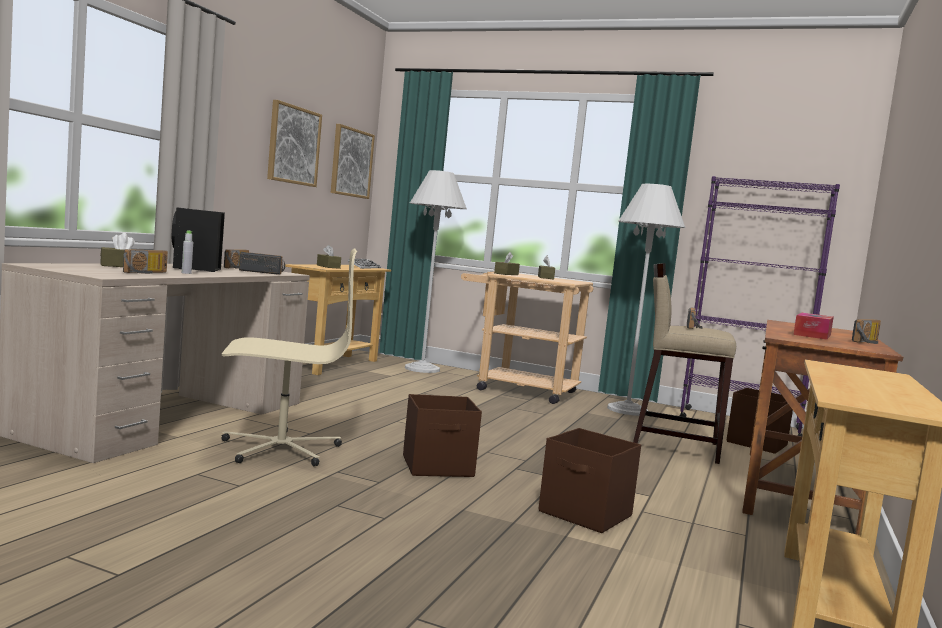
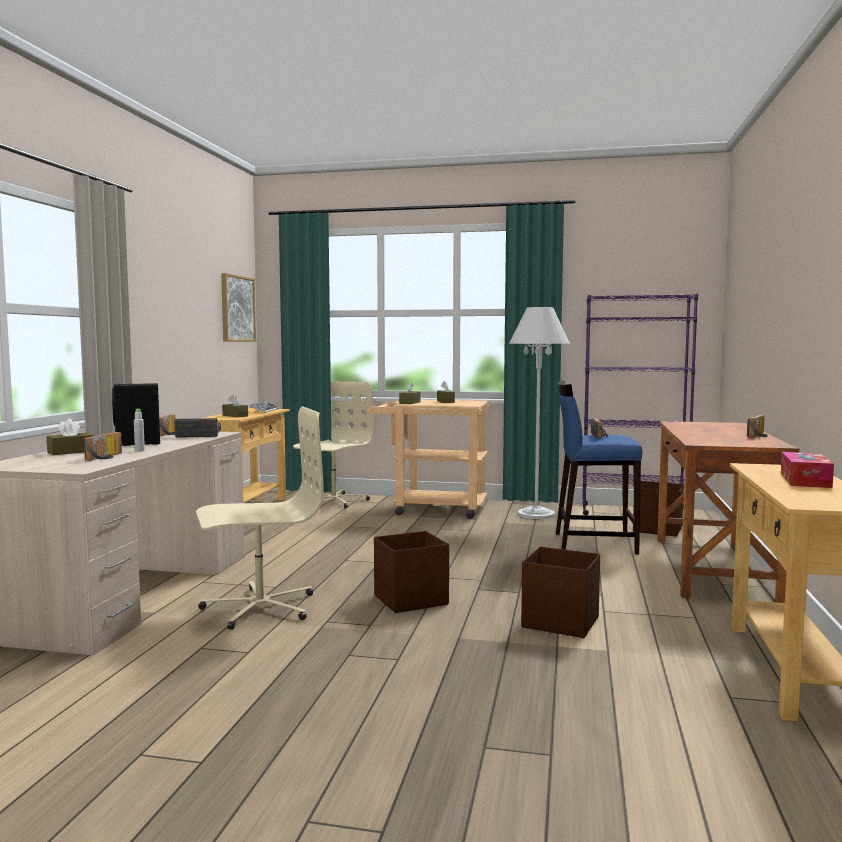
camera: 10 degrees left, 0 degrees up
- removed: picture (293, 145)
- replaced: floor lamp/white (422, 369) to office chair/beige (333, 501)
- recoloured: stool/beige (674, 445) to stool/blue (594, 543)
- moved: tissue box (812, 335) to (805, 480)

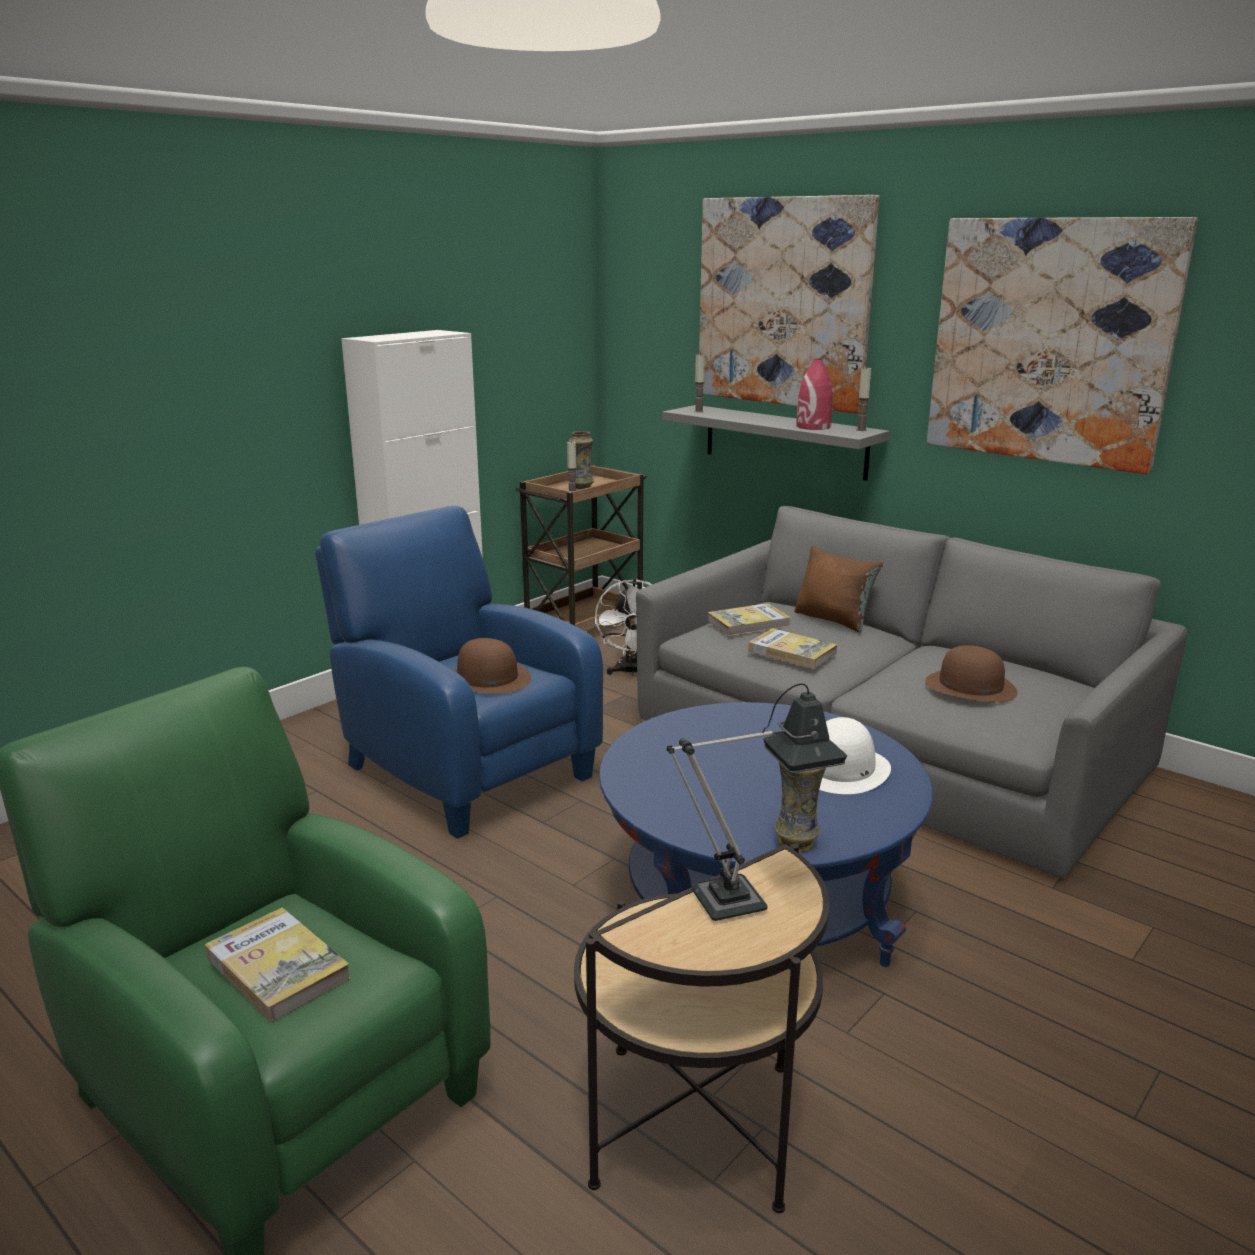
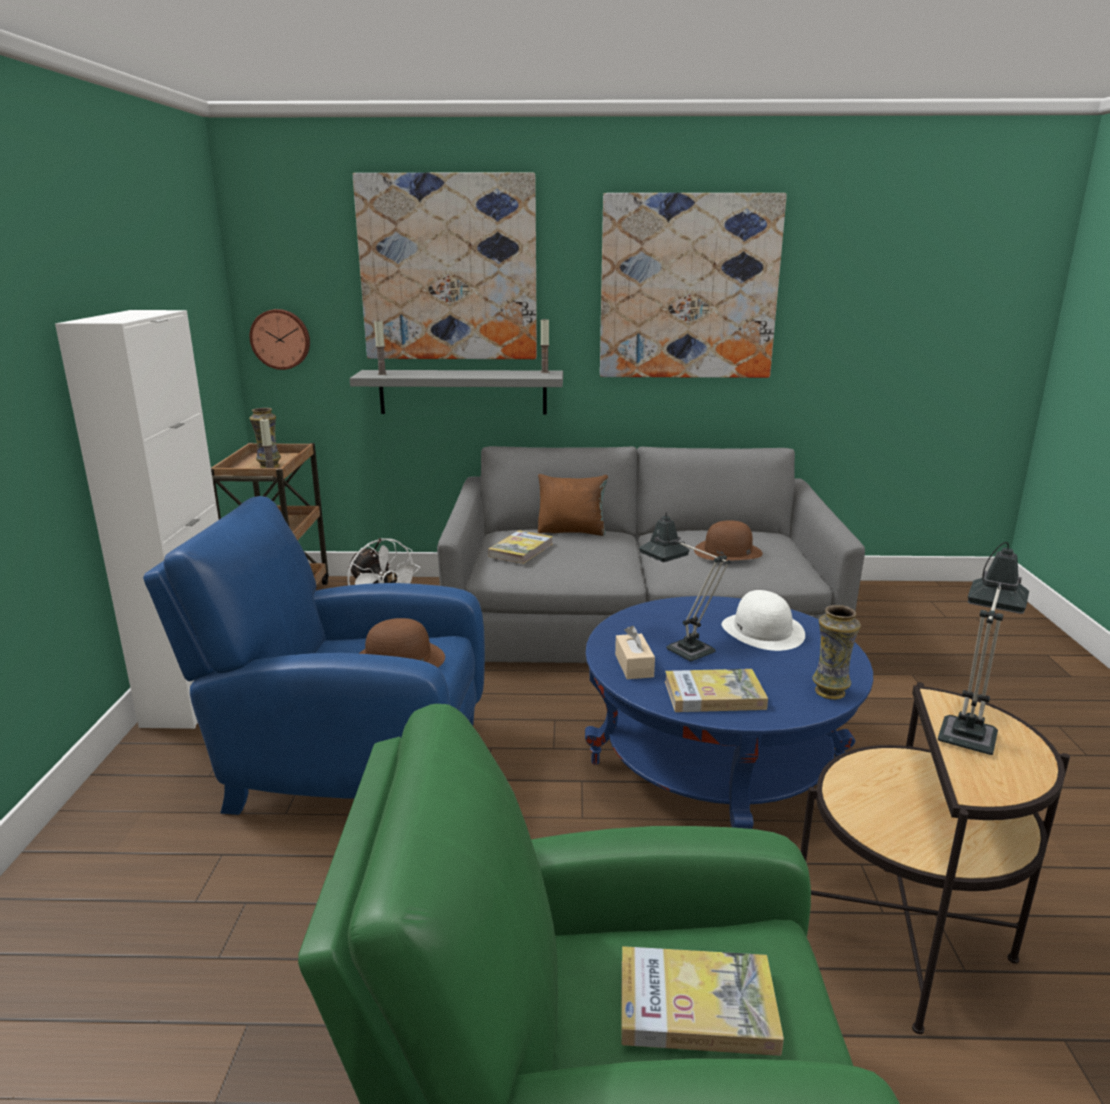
camera: 40 degrees left, 0 degrees up
- removed: vase/red (813, 426)
- moved: book (792, 652) to (714, 695)
- added: wall clock (281, 339)
- added: table lamp (682, 647)
- added: tissue box/beige (634, 666)

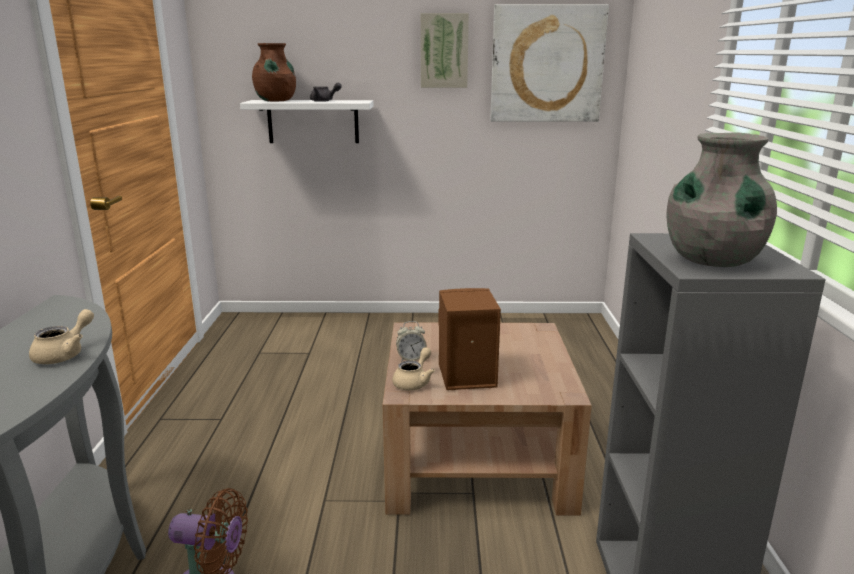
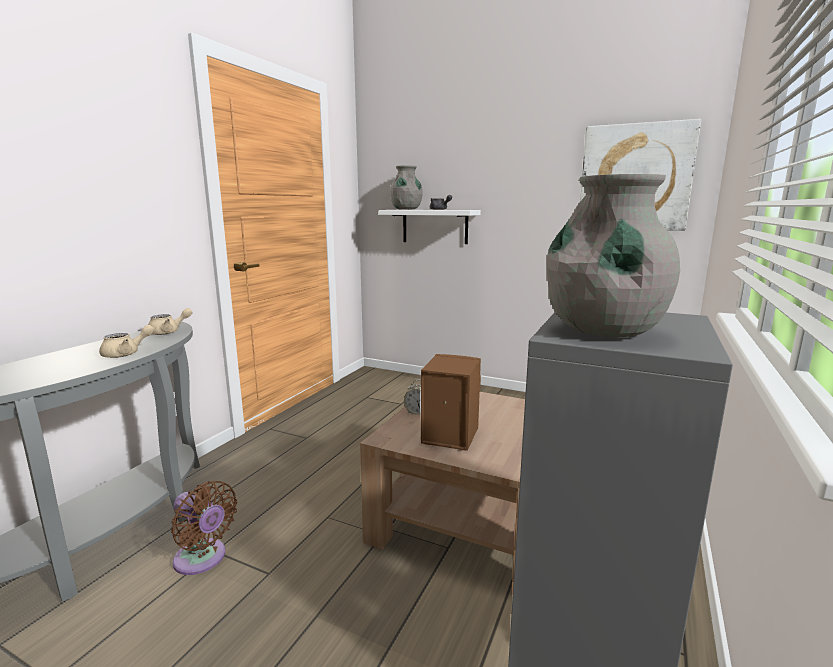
camera: 25 degrees right, 5 degrees down
- removed: picture (444, 51)
- recoloured: vase/brown (276, 101) to vase/grey (406, 209)
- moved: teapot/beige (414, 382) to (168, 332)

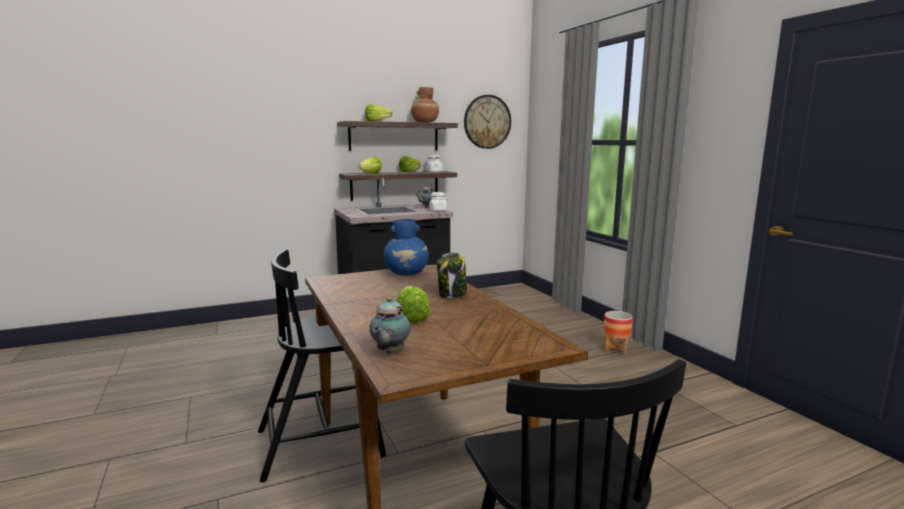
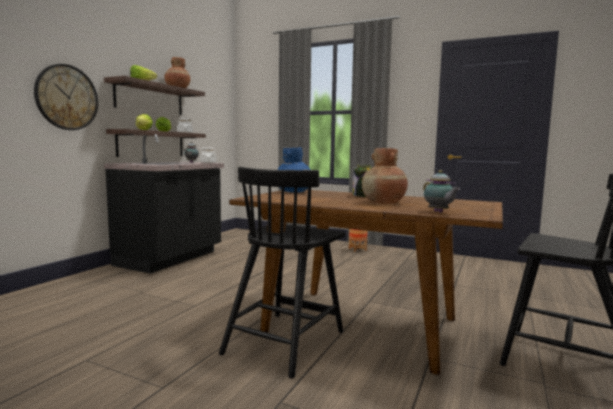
camera: 40 degrees left, 5 degrees down
- moved: wall clock (487, 122) to (67, 97)
- replaced: lettuce (412, 315) to vase/brown (383, 202)

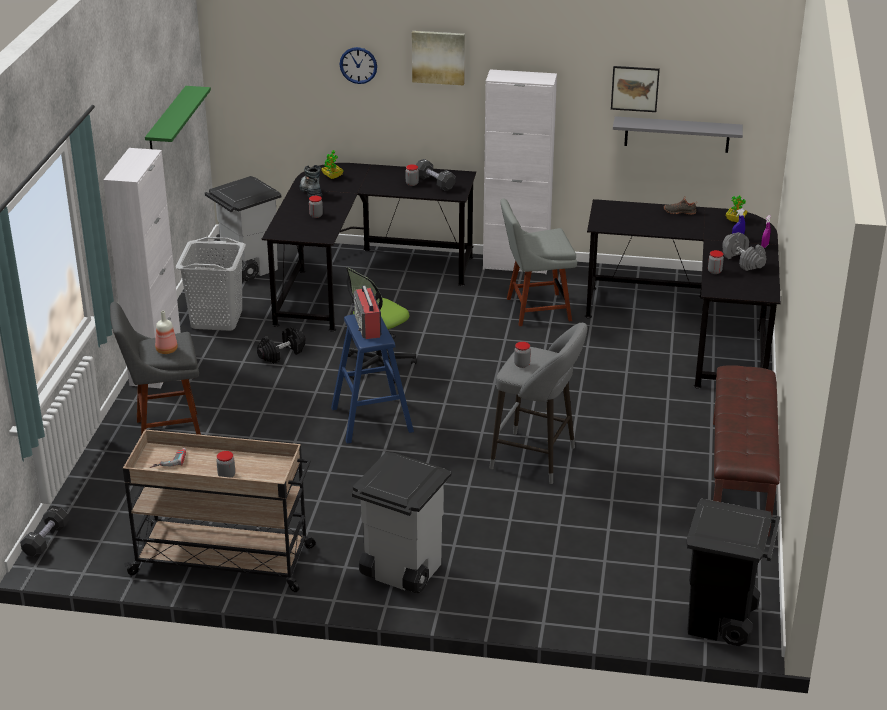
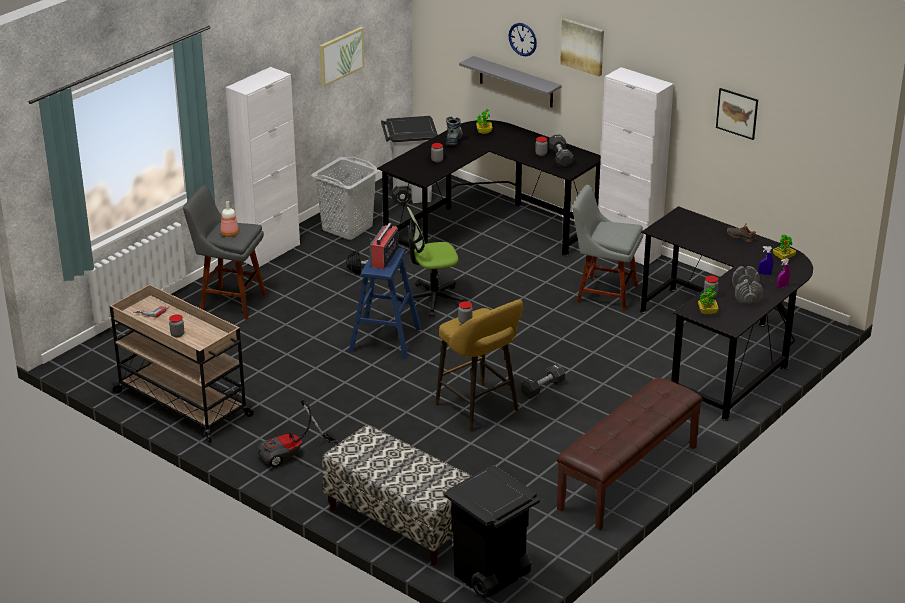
camera: 30 degrees right, 0 degrees up
- replaced: shelf/green (167, 125) to picture (341, 56)
- moved: shelf/grey (677, 134) to (516, 82)
- recoloured: stool/grey (538, 459) to stool/yellow (479, 409)
- replaced: trash can/grey (400, 571) to vacuum cleaner (294, 455)
- moved: dumbbell/black (46, 540) to (542, 388)
- added: potted plant (707, 312)
- added: bench (399, 521)

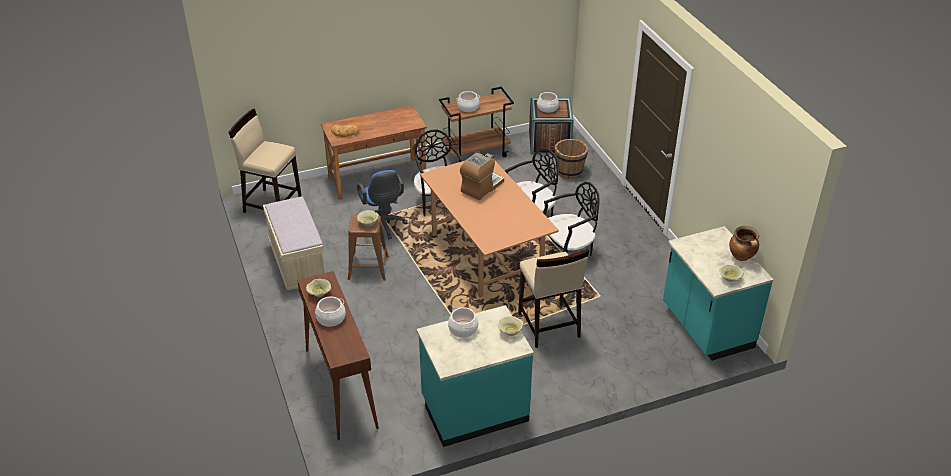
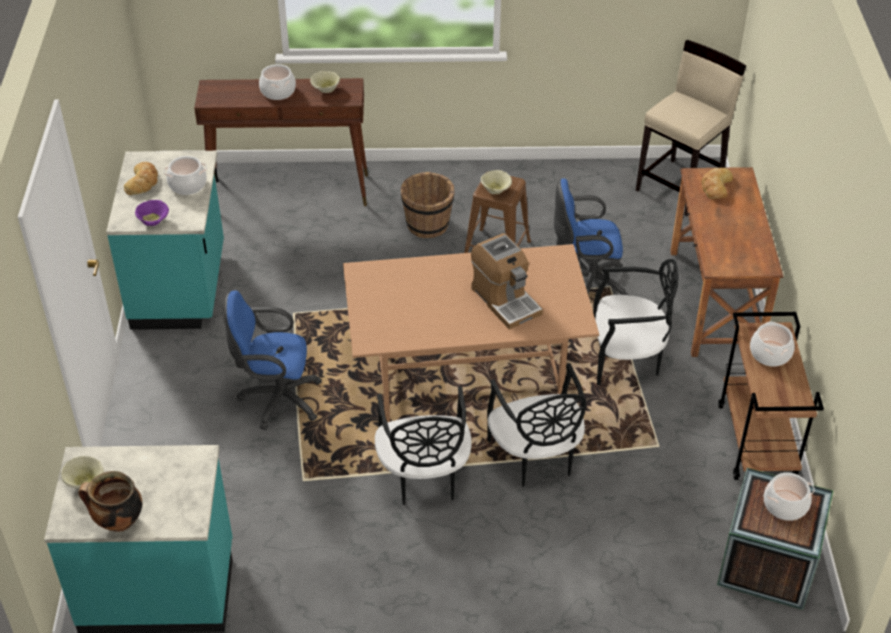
camera: 110 degrees right, 5 degrees up
- moved: bucket/brown (569, 171) to (427, 225)
- removed: bench/beige (297, 263)
- replaced: stool/beige (548, 326) to office chair/blue (276, 399)
- recoloured: bowl/beige (510, 331) to bowl/purple (154, 221)
- added: bread (143, 182)

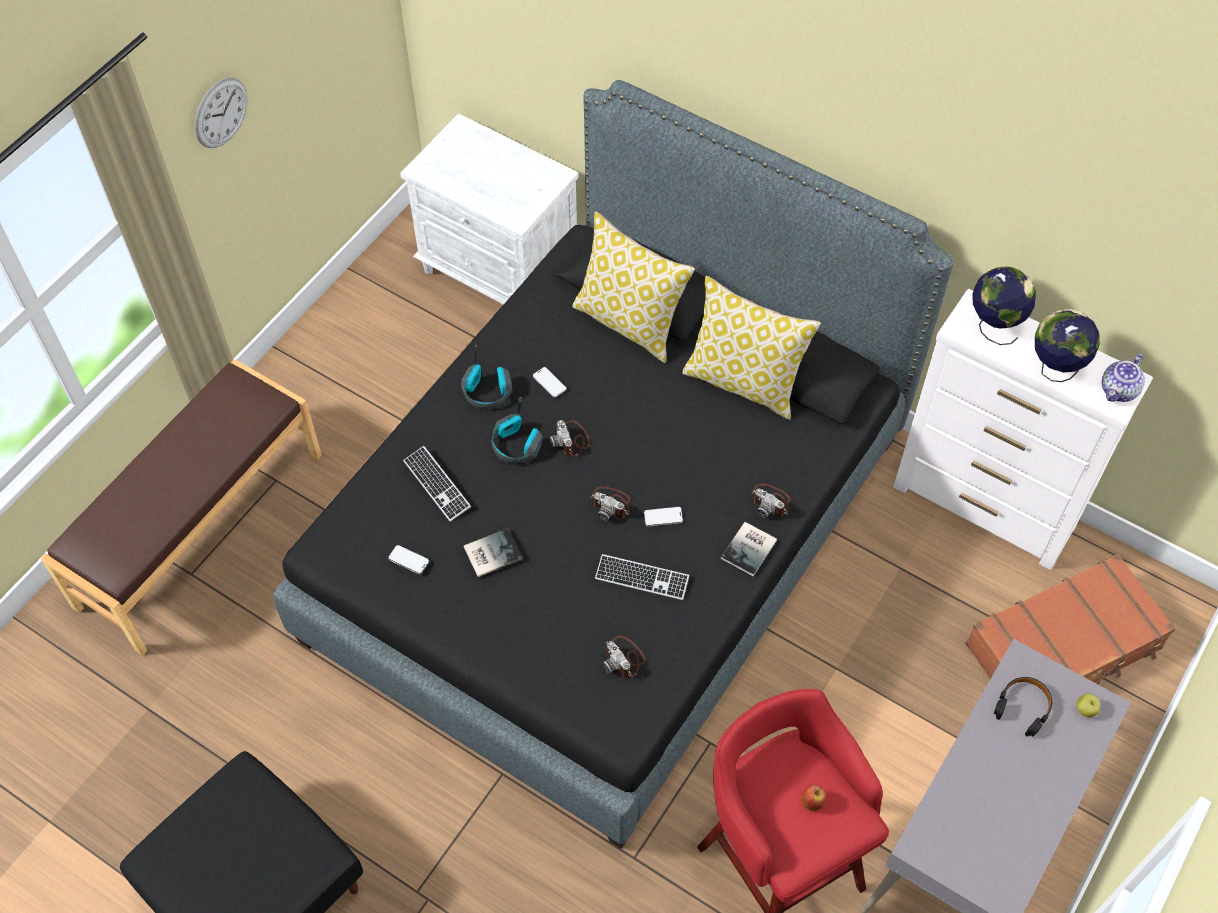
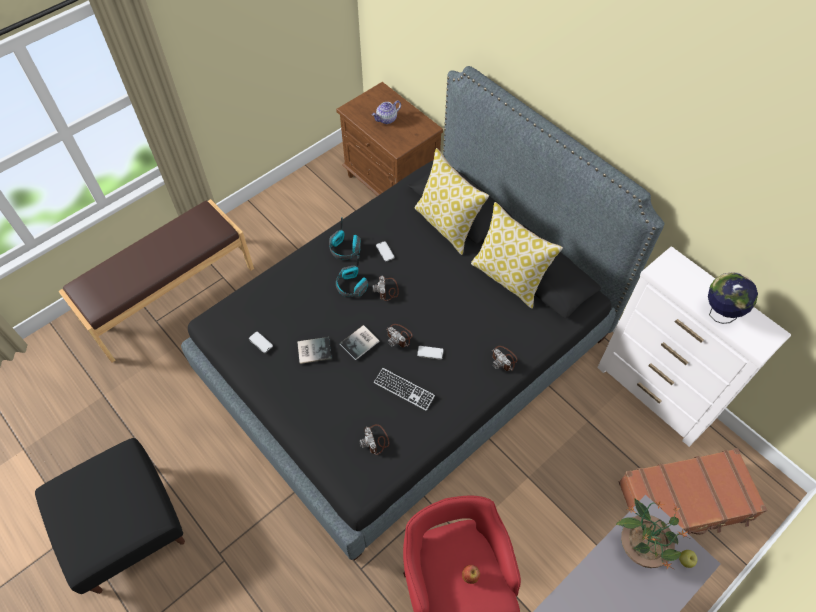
camera: 15 degrees right, 0 degrees up
- removed: wall clock (221, 113)
- recoloured: nightstand/white (500, 272) to nightstand/brown (392, 185)
- removed: globe (993, 326)
- moved: teapot (1119, 390) to (386, 119)
- removed: keyboard (437, 485)
- moved: book (751, 549) to (361, 343)
- replaced: headphones/black (1023, 707) to potted plant (640, 546)

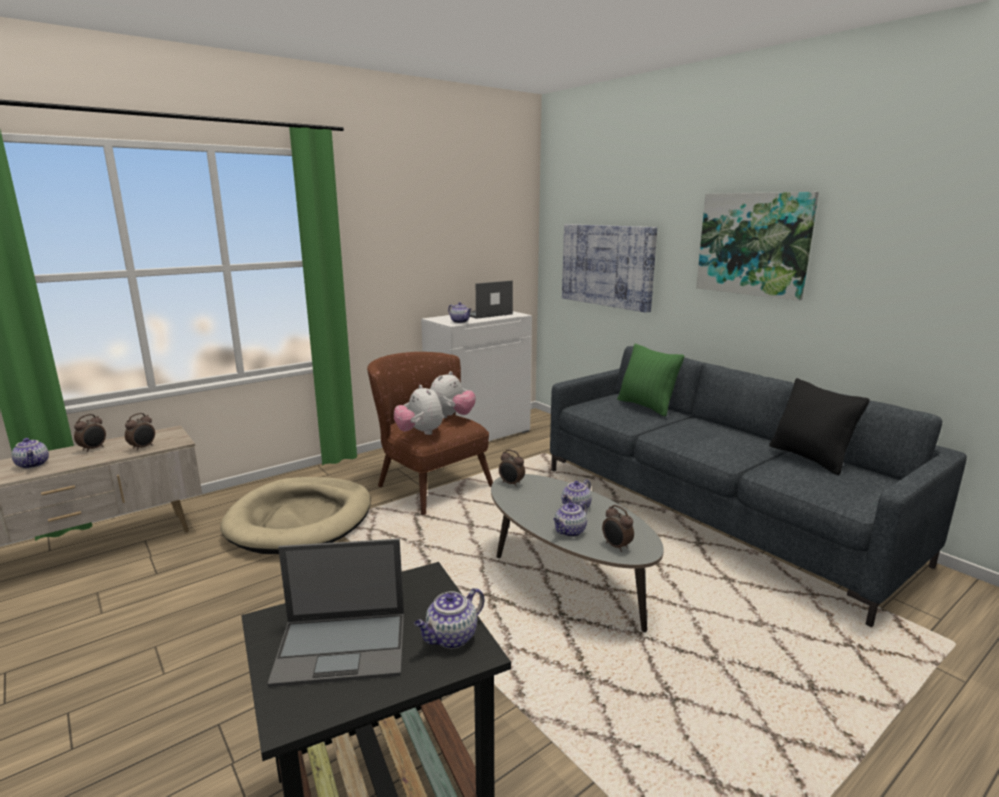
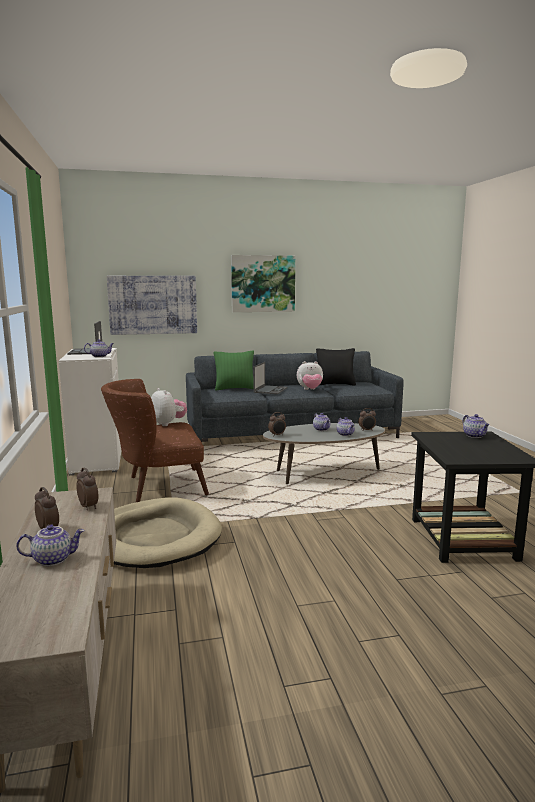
camera: 65 degrees left, 5 degrees down
- moved: plush toy (420, 433) to (310, 390)
- moved: laptop (343, 647) to (270, 390)

